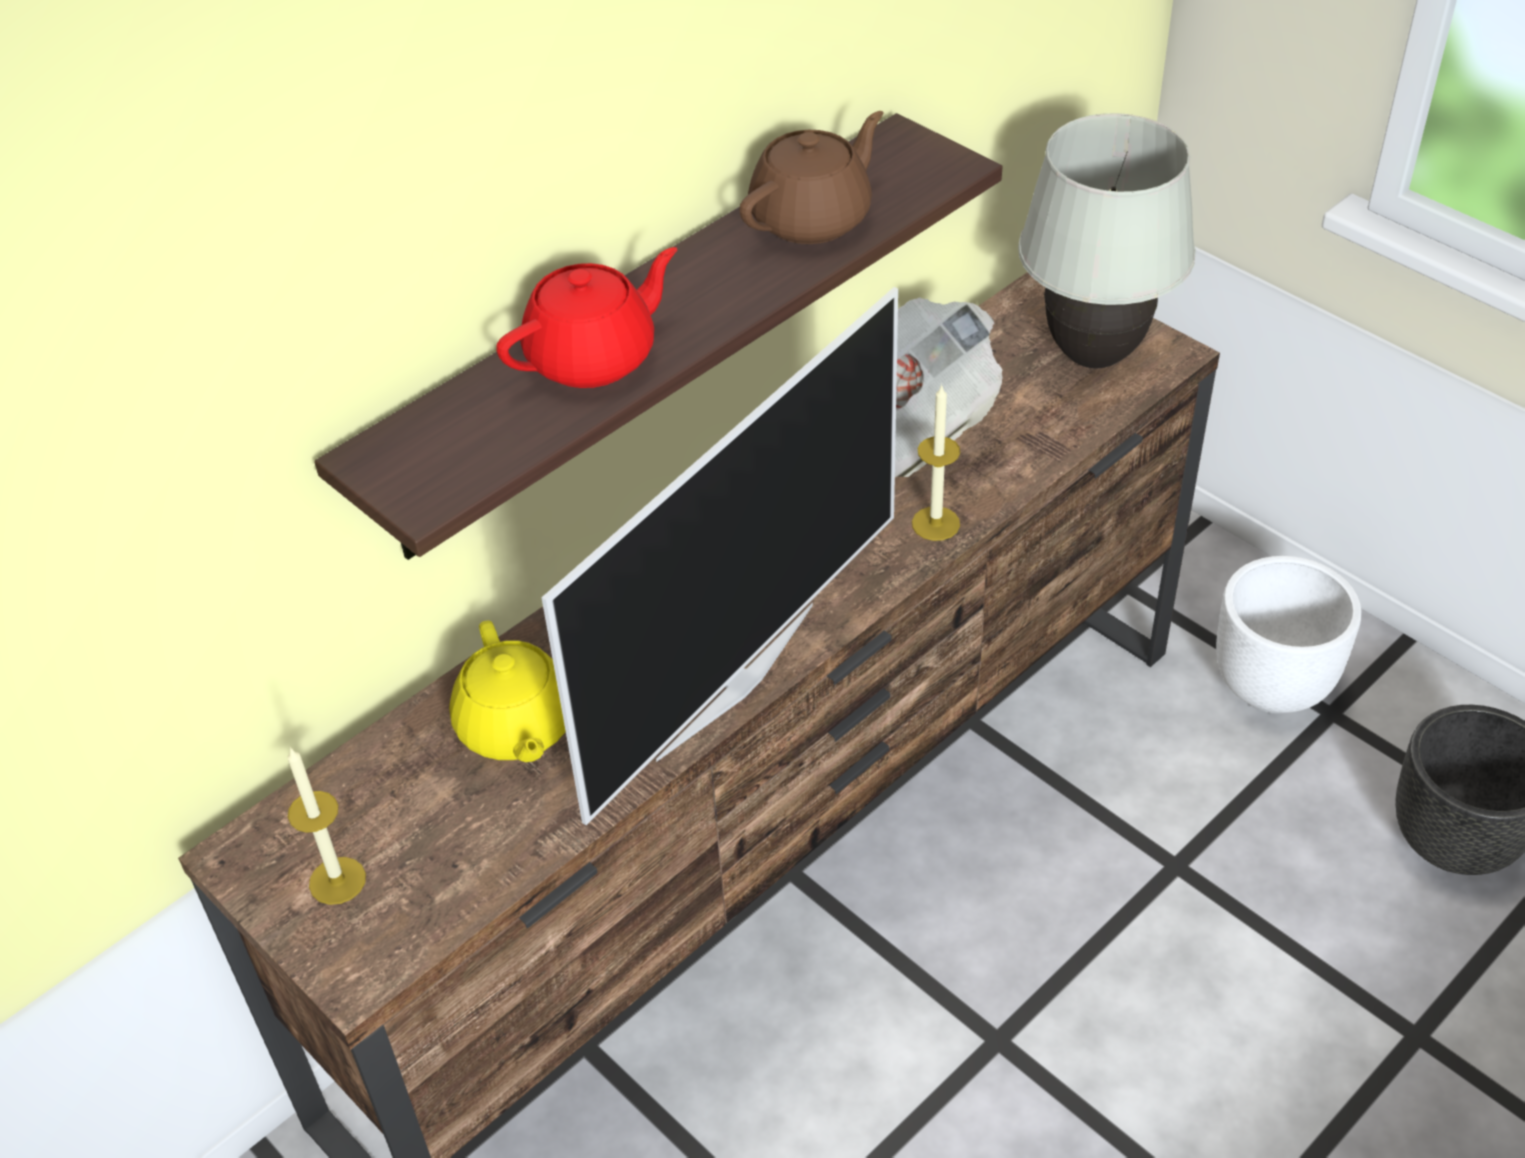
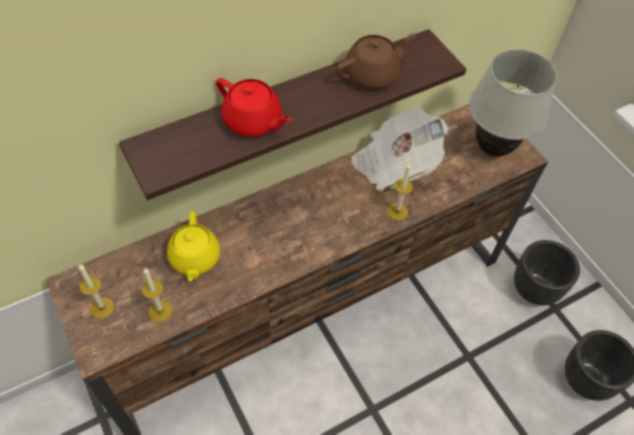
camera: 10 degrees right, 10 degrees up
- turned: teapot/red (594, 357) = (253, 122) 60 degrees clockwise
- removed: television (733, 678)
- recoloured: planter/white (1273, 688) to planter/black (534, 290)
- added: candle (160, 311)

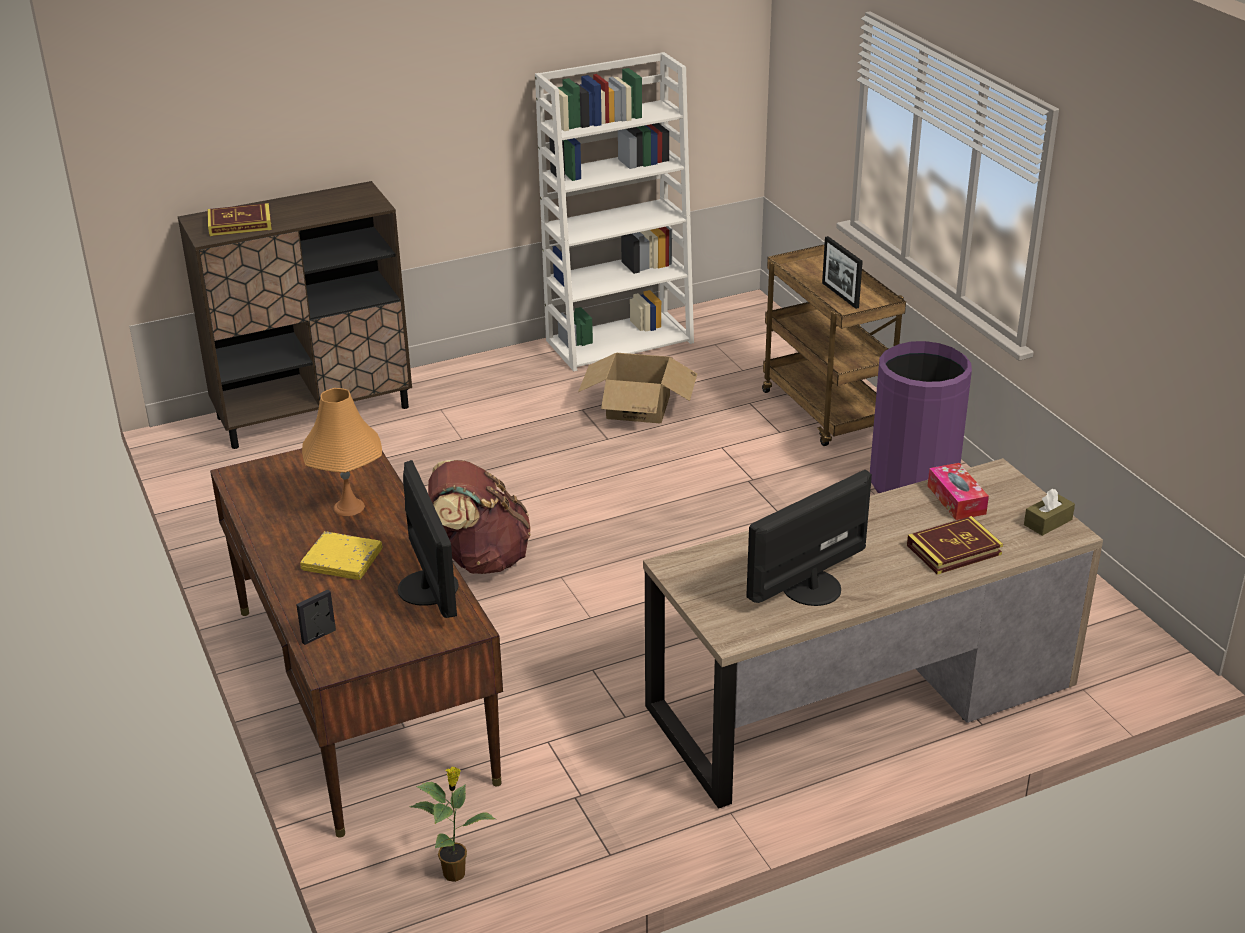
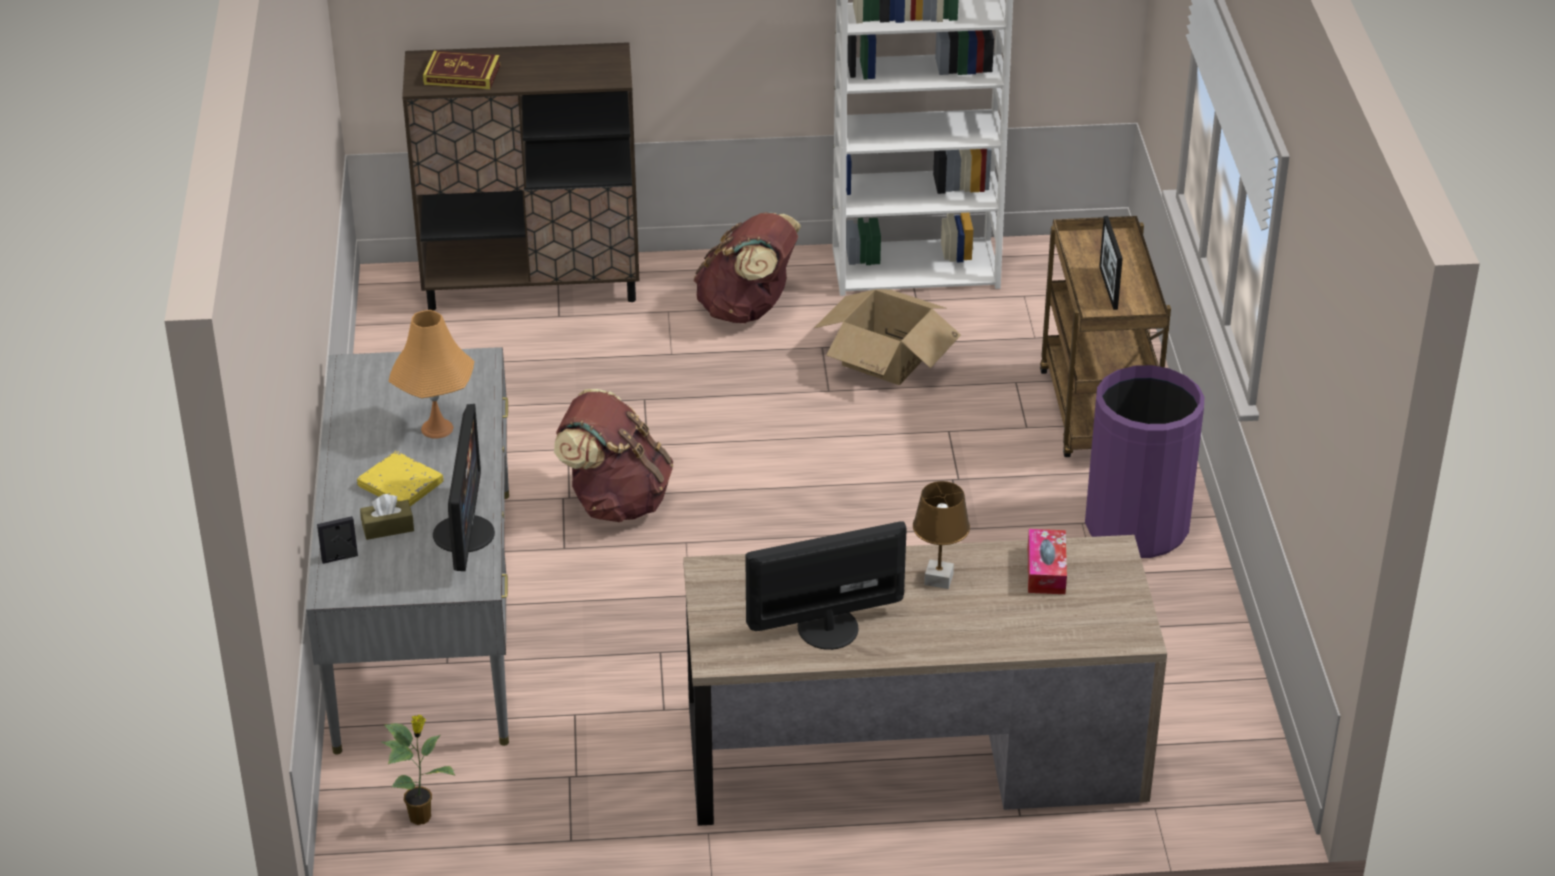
camera: 20 degrees right, 5 degrees up
- recoloured: desk/brown (362, 693) to desk/grey (425, 617)
- moved: tissue box/brown (1048, 522) to (388, 527)
- removed: book (954, 550)
- added: backpack/brown (747, 310)
- added: table lamp/brown (939, 579)

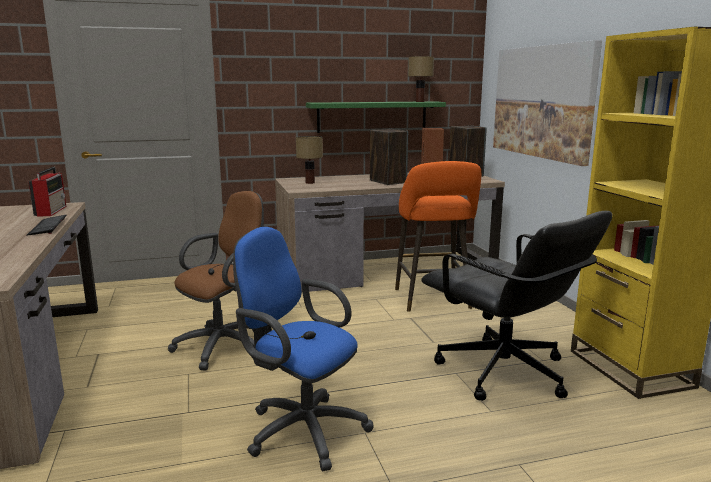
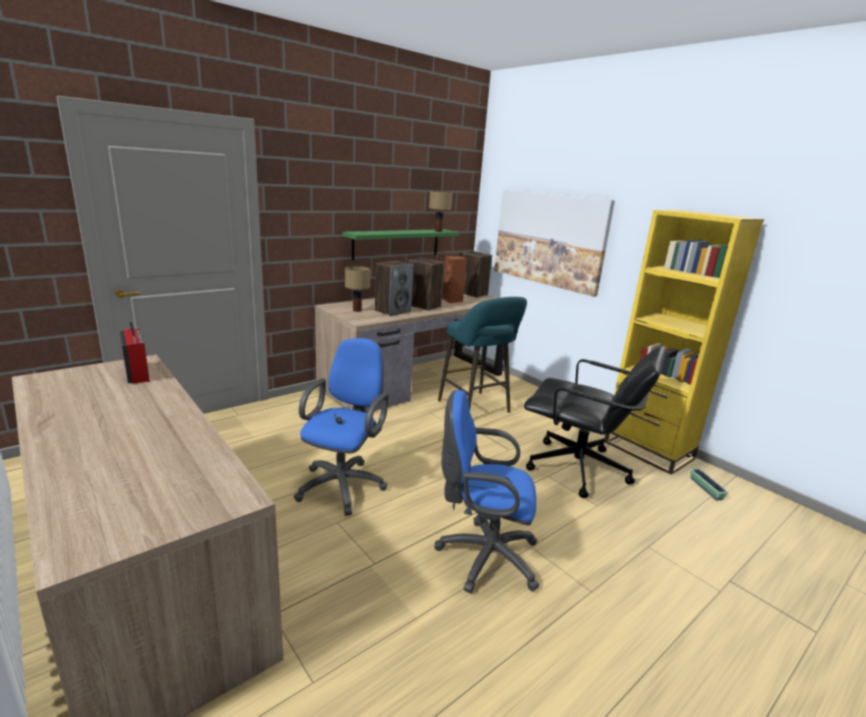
camera: 25 degrees left, 5 degrees up
- recoloured: stool/orange (433, 300) to stool/turquoise (476, 408)
- recoloured: office chair/brown (225, 345) to office chair/blue (344, 484)
- removed: keyboard (48, 226)
- added: speaker (393, 311)
- added: planter (706, 489)

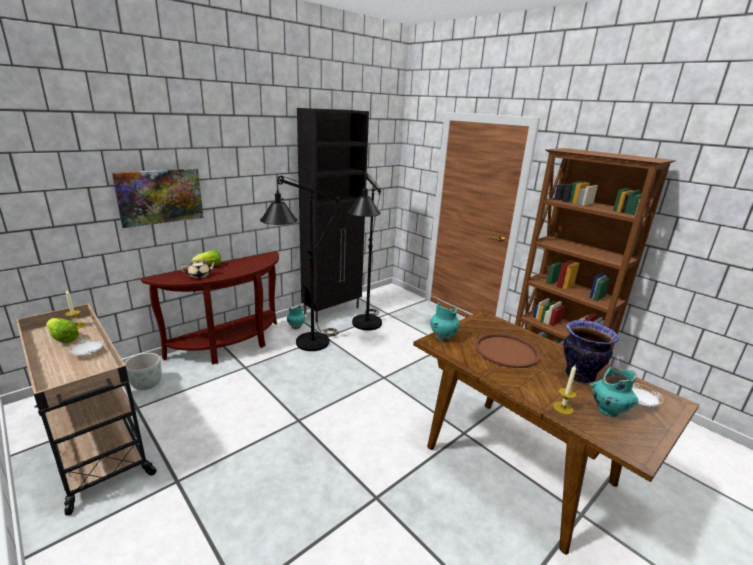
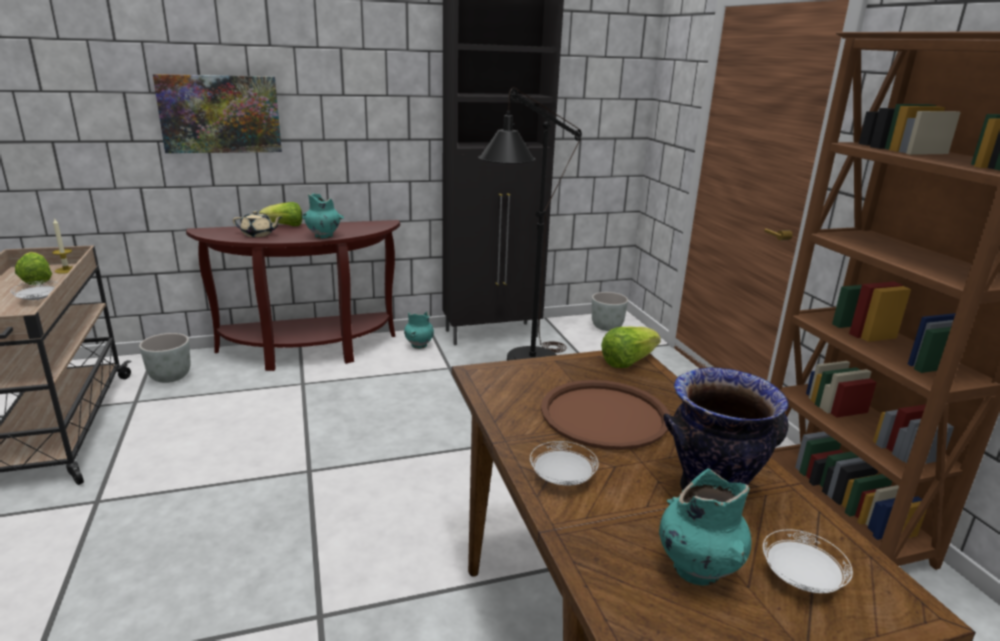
camera: 25 degrees right, 0 degrees up
- removed: floor lamp/black (305, 346)
- moved: vase/turquoise (443, 337) to (324, 236)
- removed: candle (563, 408)
- added: planter/grey (607, 327)
- added: lettuce (627, 361)
- added: plate/white (562, 478)

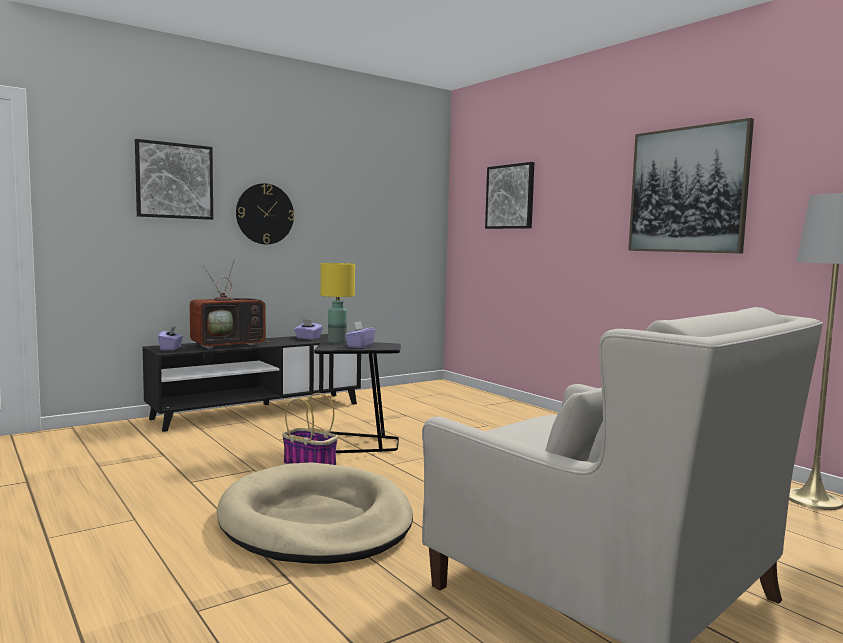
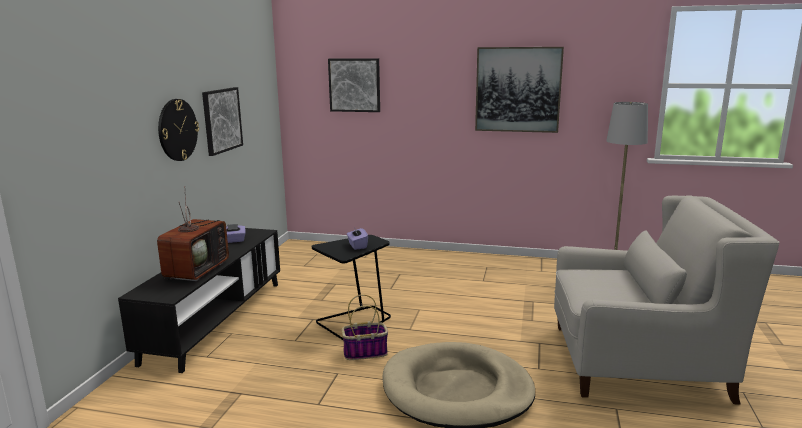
camera: 40 degrees left, 10 degrees up
- moved: picture (174, 181) to (221, 120)
- removed: table lamp/yellow (337, 341)
- removed: tissue box/purple (171, 348)

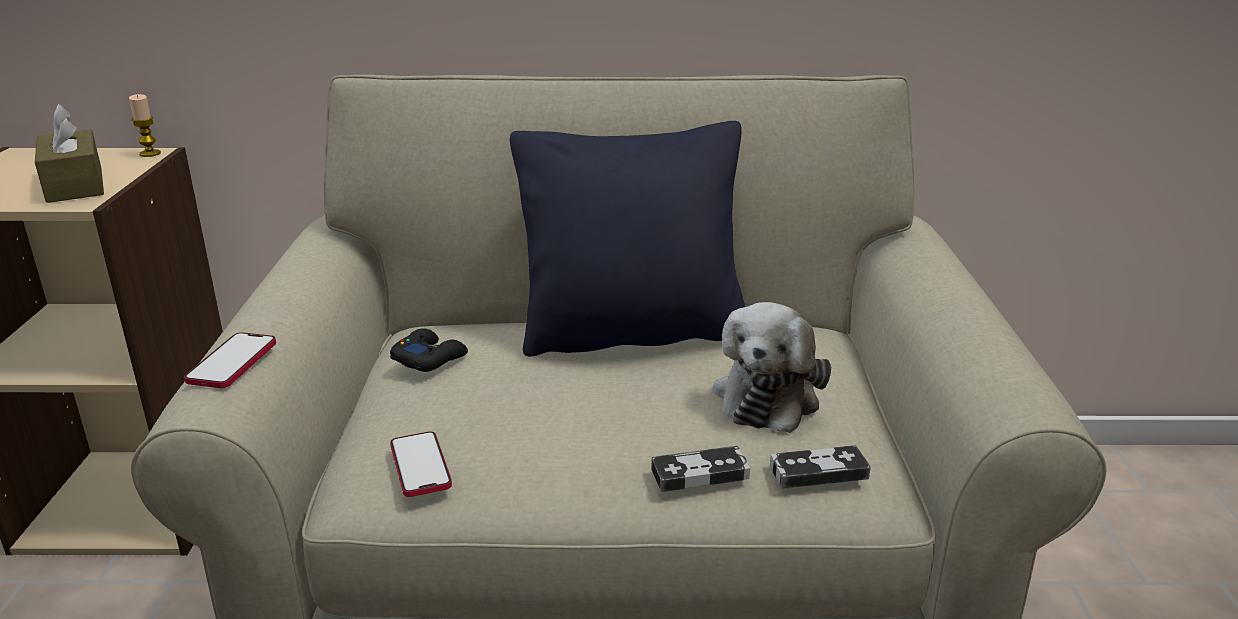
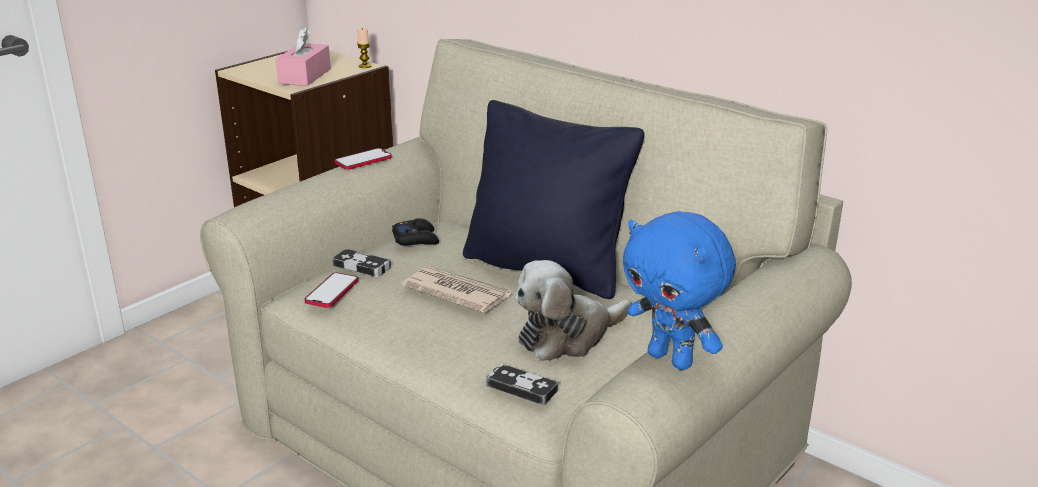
camera: 40 degrees right, 0 degrees up
- recoloured: tissue box/brown (75, 184) to tissue box/pink (305, 76)
- moved: phone (232, 362) to (363, 160)
- moved: game controller (700, 474) to (362, 266)
- added: plush toy/blue (672, 359)
- added: newspaper (457, 292)

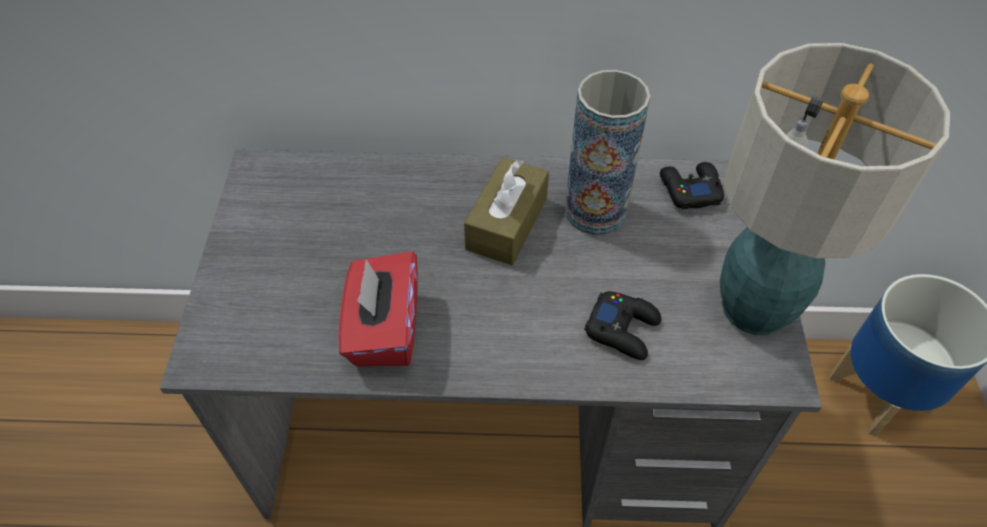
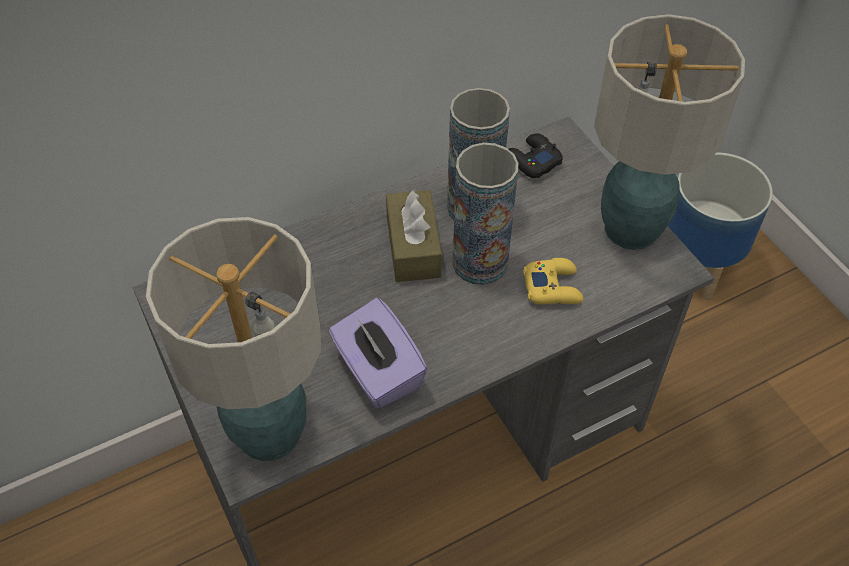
camera: 30 degrees left, 0 degrees up
- recoloured: tissue box/red (384, 330) to tissue box/purple (378, 372)
- recoloured: game controller/black (623, 329) to game controller/yellow (553, 287)
- added: vase (480, 262)
- added: table lamp (271, 432)

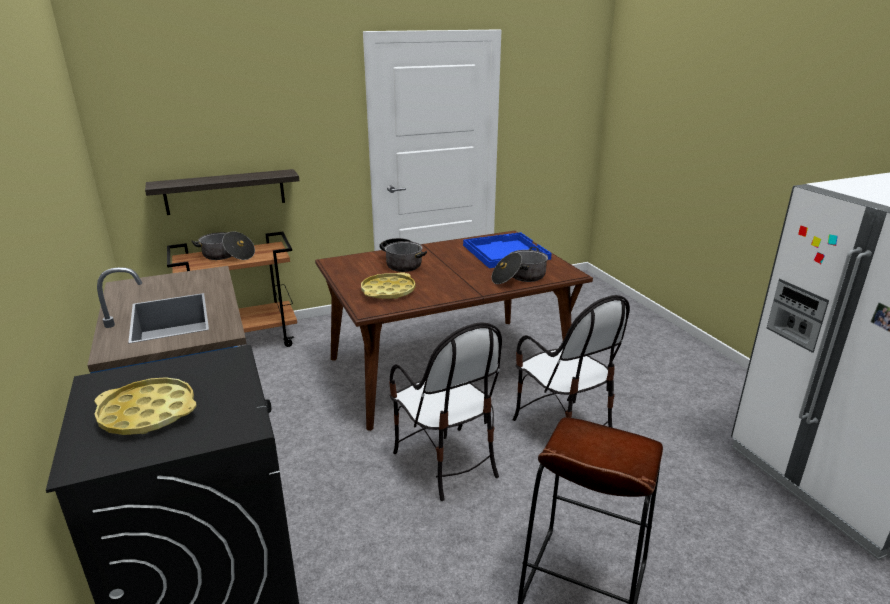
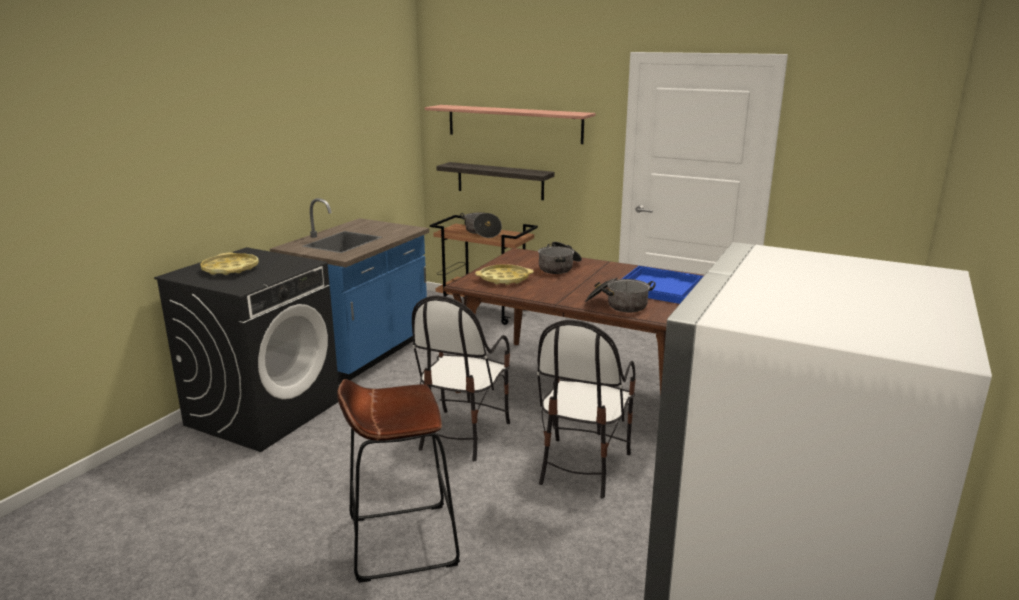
camera: 50 degrees right, 5 degrees down
- added: shelf (514, 123)

